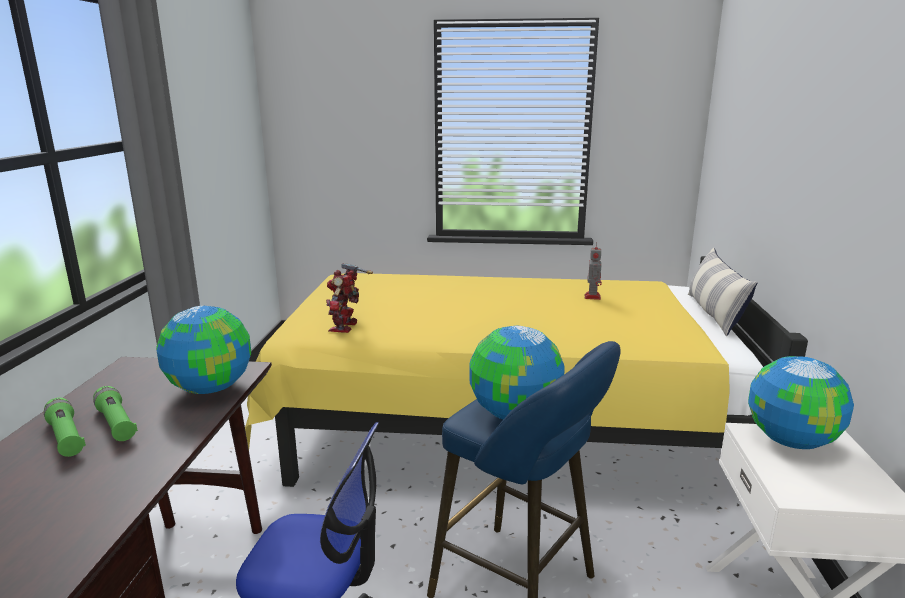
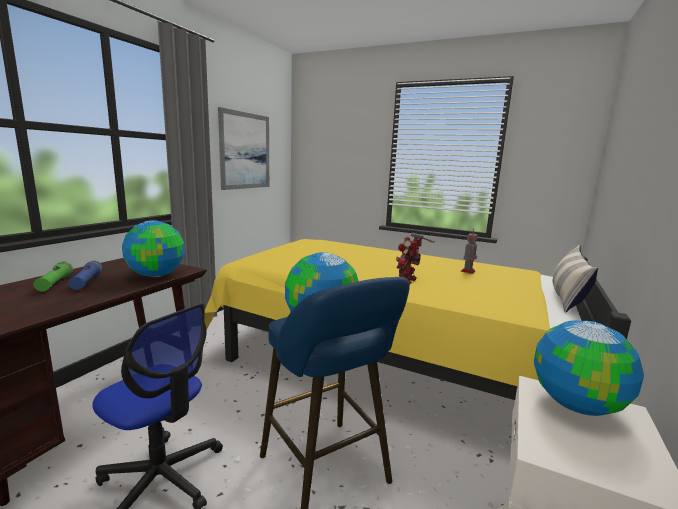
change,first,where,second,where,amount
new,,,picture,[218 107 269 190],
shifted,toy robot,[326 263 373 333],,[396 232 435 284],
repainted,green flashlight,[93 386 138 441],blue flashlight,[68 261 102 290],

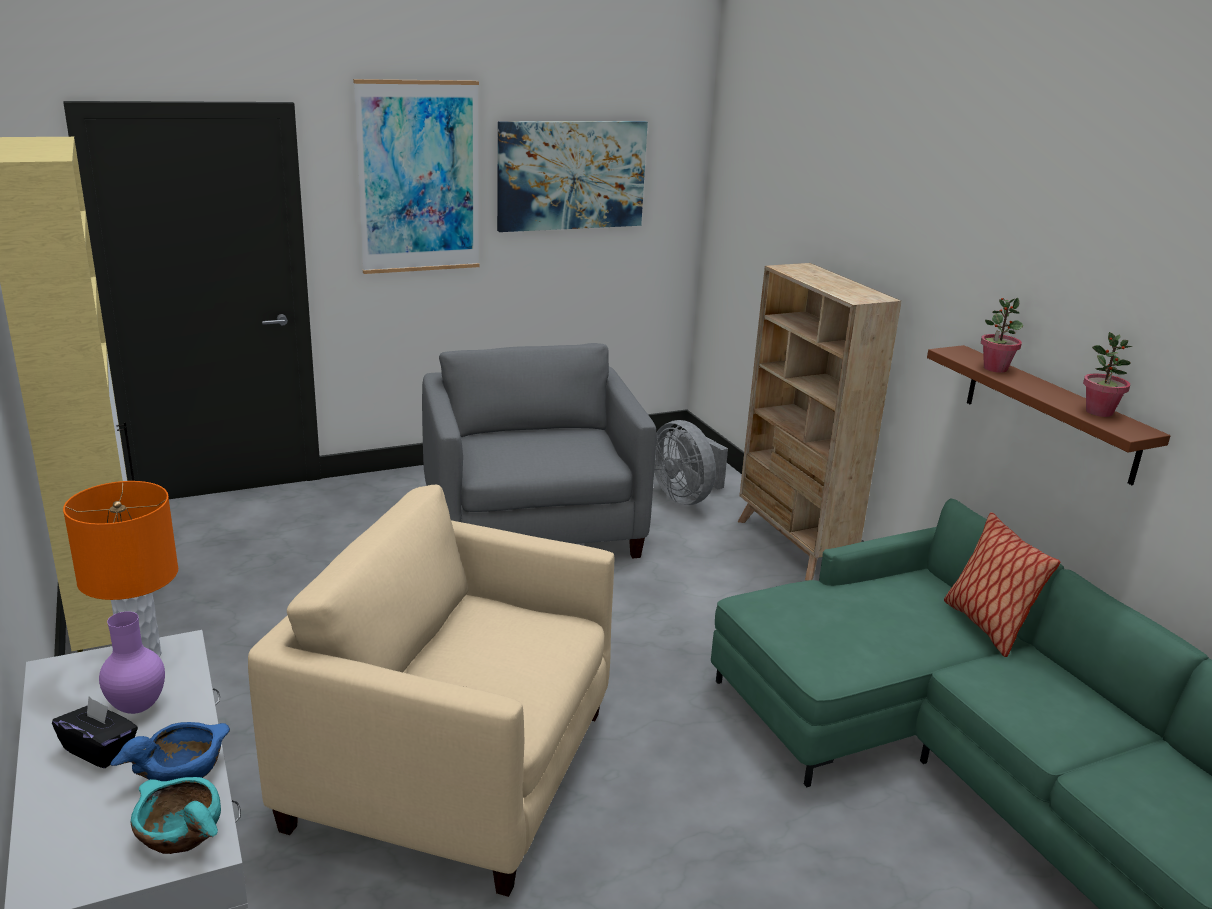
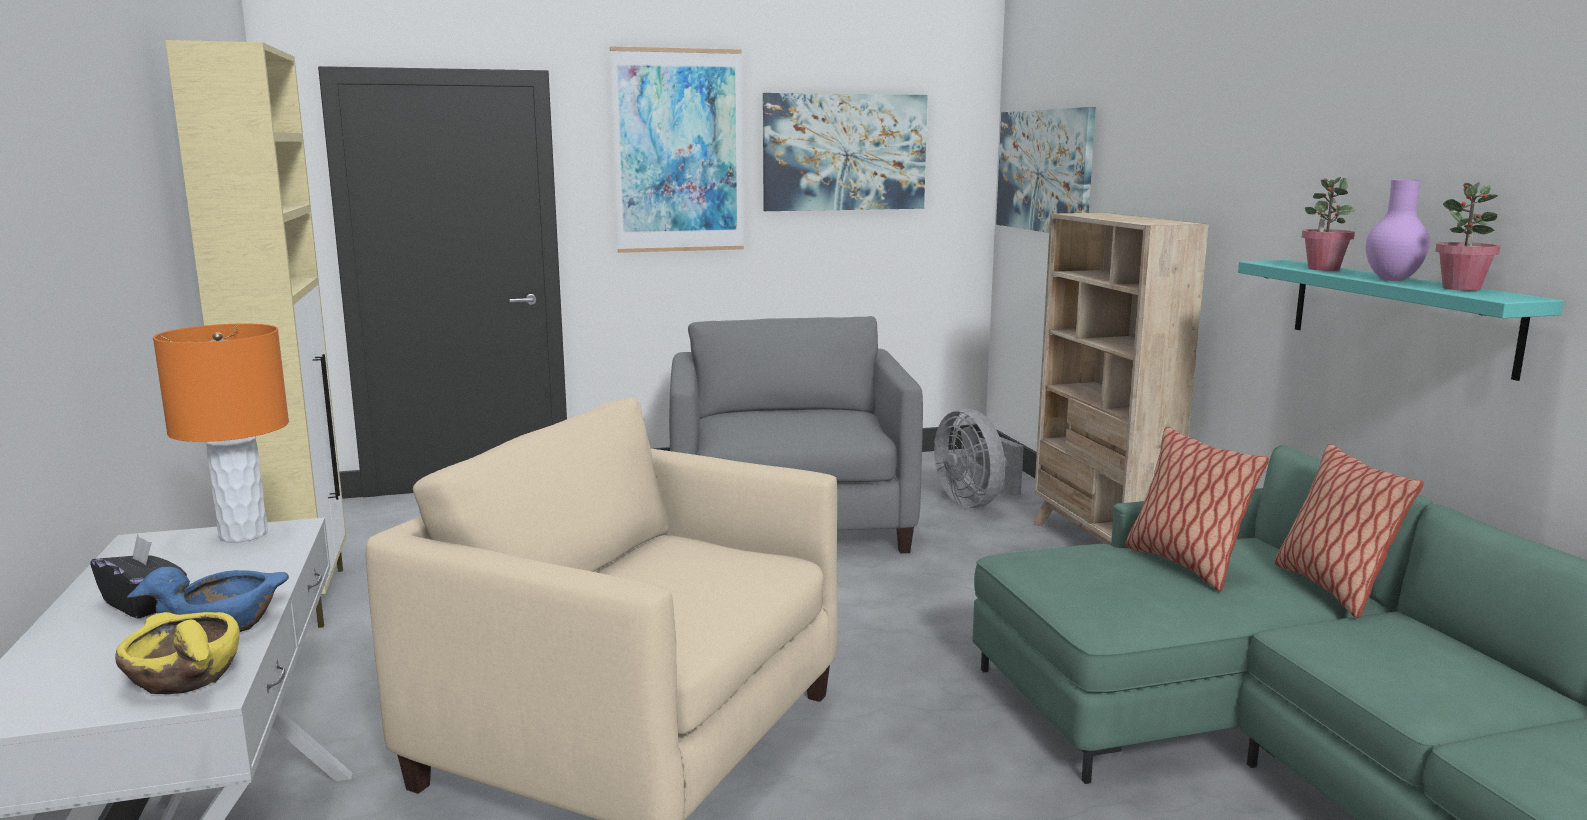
change,first,where,second,where,amount
new,,,picture,[996 107 1096 233],
new,,,pillow,[1125 426 1269 591],
shifted,purple vase,[99 611 165 714],,[1366 180 1430 281],
repainted,turquoise bowl,[131 777 221 854],yellow bowl,[115 612 240 694],
repainted,brown shelf,[927 345 1171 485],turquoise shelf,[1238 260 1564 381],

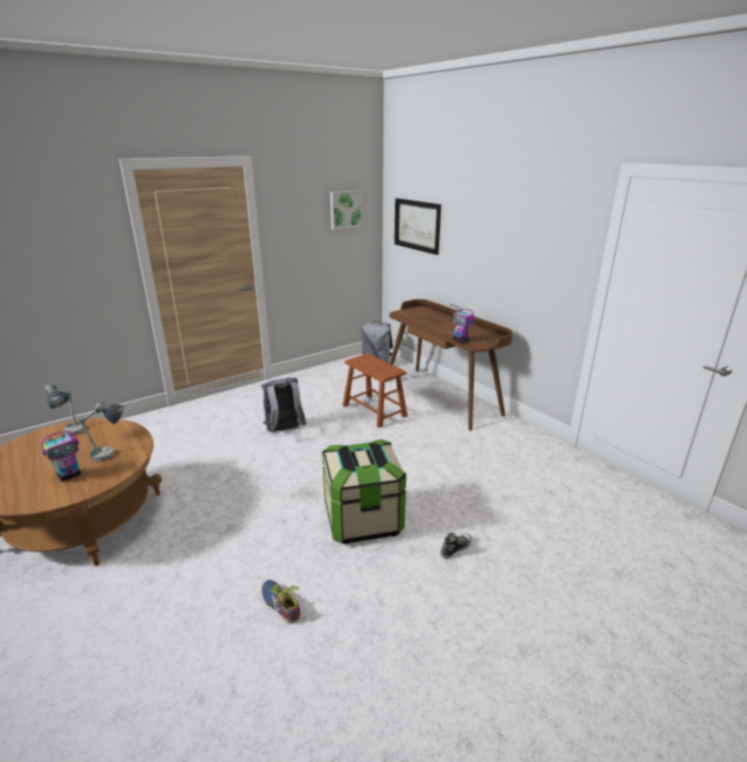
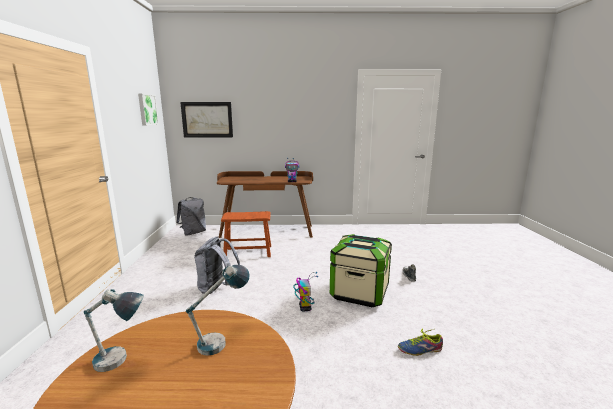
change,first,where,second,where,amount
shifted,toy robot,[41 431 81 482],,[293 272 318 312],

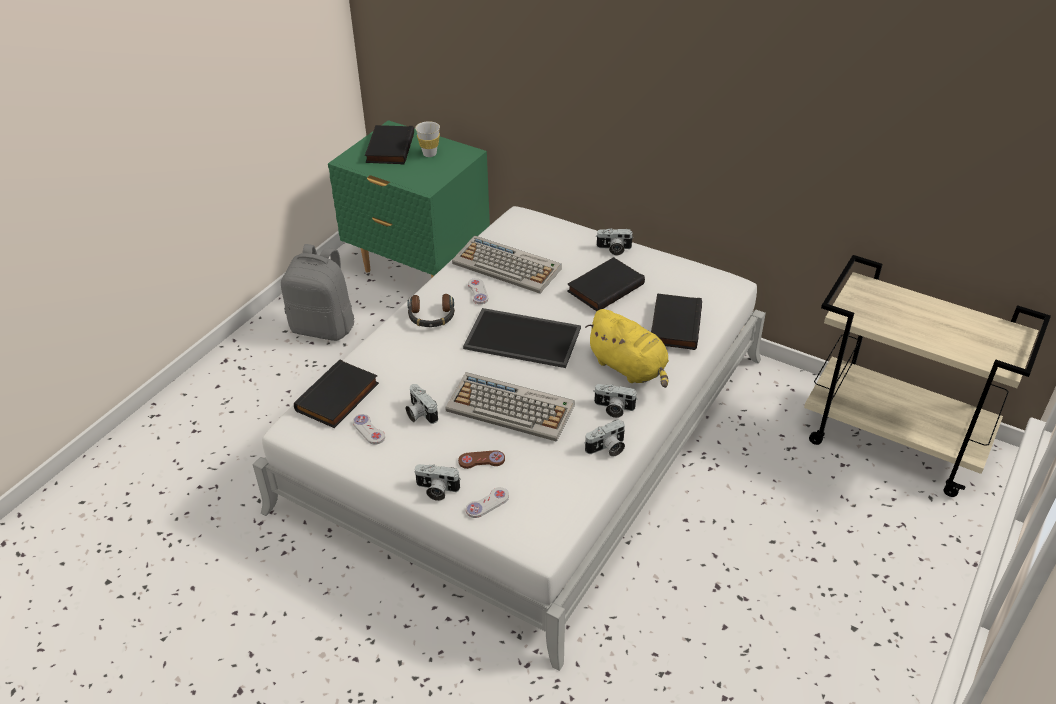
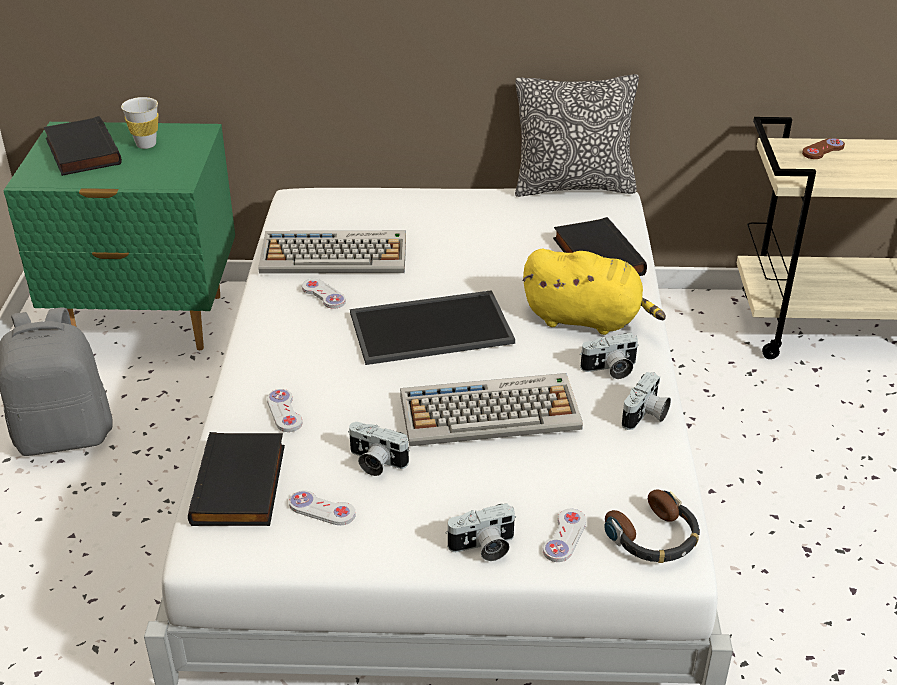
change,first,where,second,where,amount
gone,black book,[567 257 645 311],,,
gone,photo camera,[596 228 634 256],,,
new,,,white game controller,[267 389 302 432],
new,,,pillow,[515 74 639 197],
shifted,headphones,[407 294 455 327],,[604 490 700 563],
shifted,brown game controller,[458 450 505 469],,[802 138 845 159],

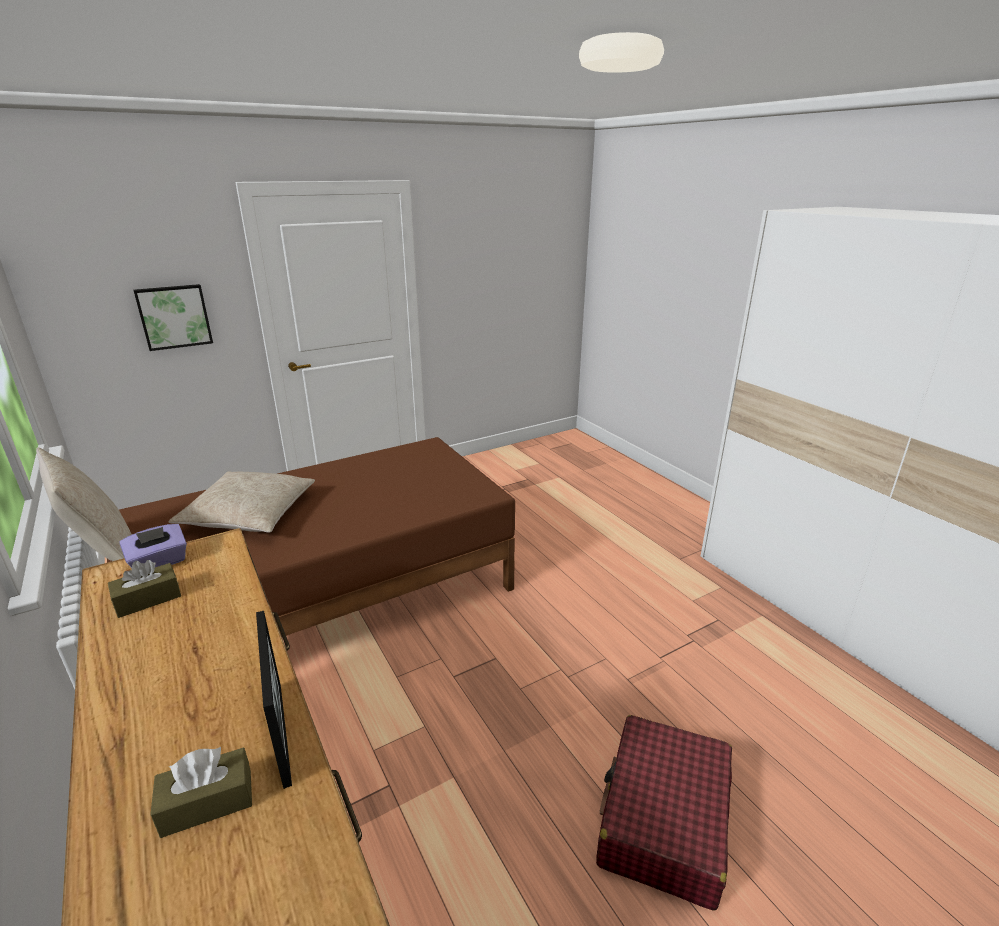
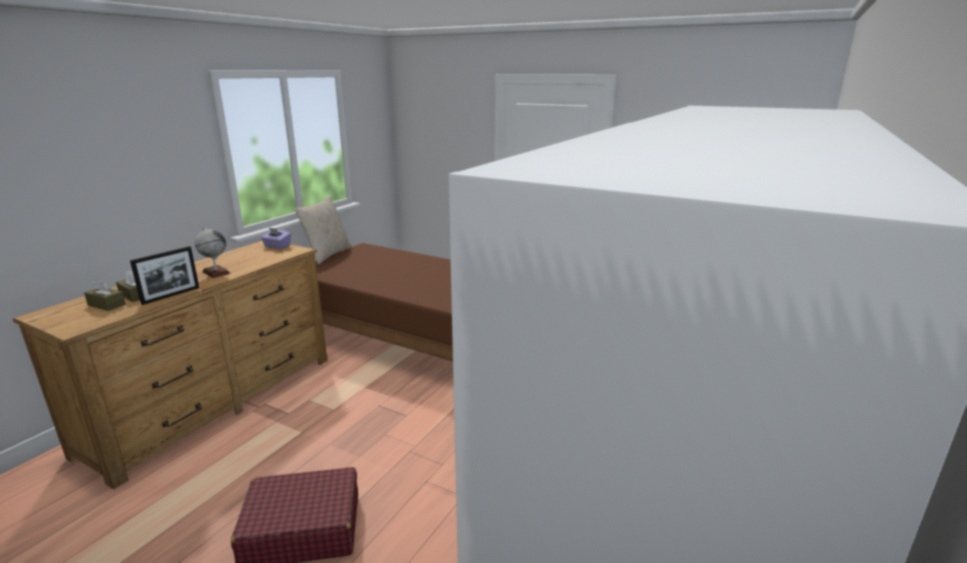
change,first,where,second,where,amount
gone,picture,[133 284 213 351],,,
gone,beige pillow,[168 471 315 533],,,
new,,,globe,[195 227 231 278],
shifted,brown tissue box,[108 560 181 618],,[84 279 126 311],

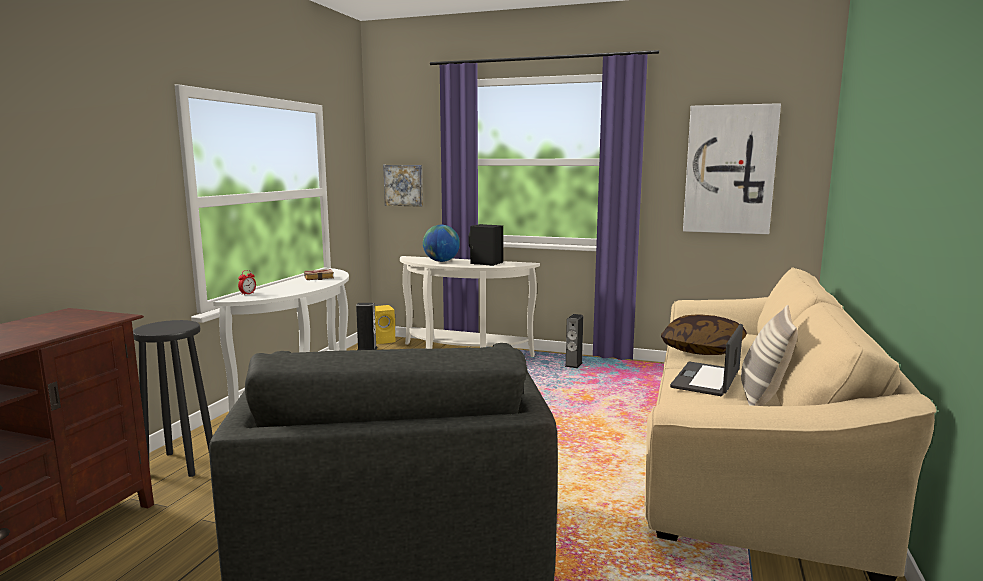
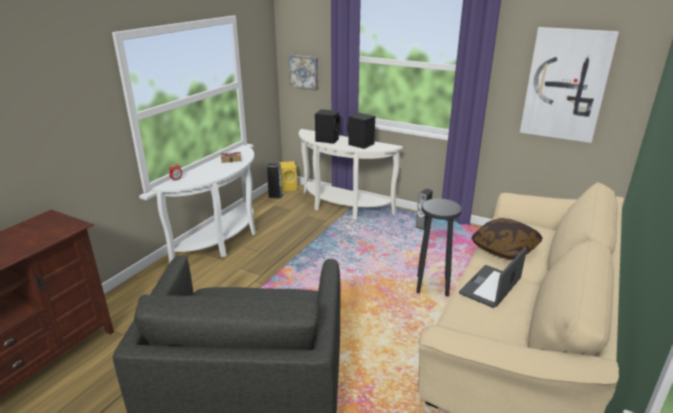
change,first,where,second,where,amount
gone,pillow,[741 305 798 406],,,
shifted,black stool,[133 320 213 477],,[416 198 462 296],
swapped,globe,[423 225 460 262],black speaker,[315 109 340 144],

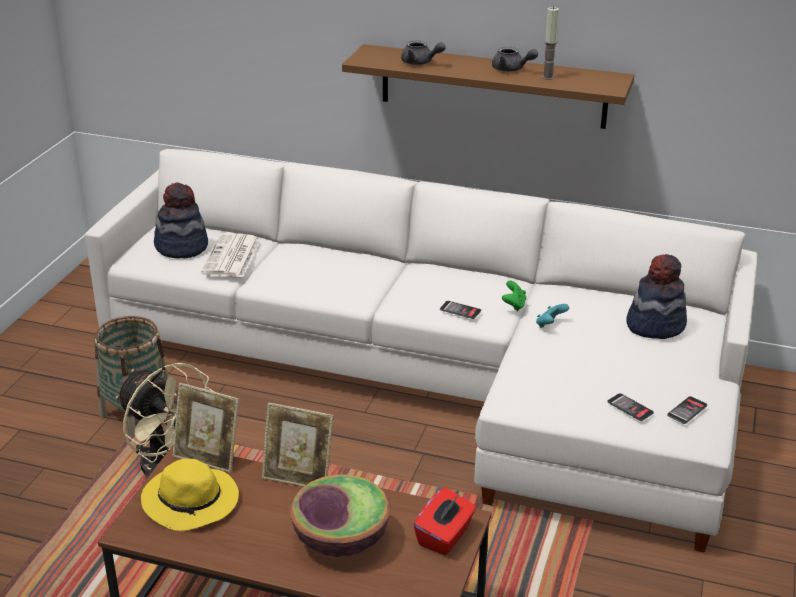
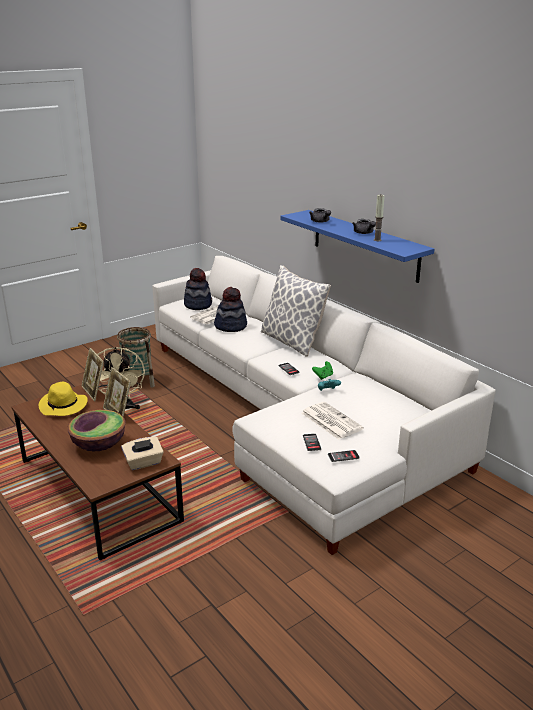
change,first,where,second,where,amount
new,,,pillow,[261 265 331 357],
new,,,newspaper,[301 402 364 440],
shifted,hat,[627 254 687 339],,[214 287 247 332],
repainted,brown shelf,[342 44 634 129],blue shelf,[280 210 434 283],
repainted,red tissue box,[414 487 476 555],beige tissue box,[121 437 164 470],

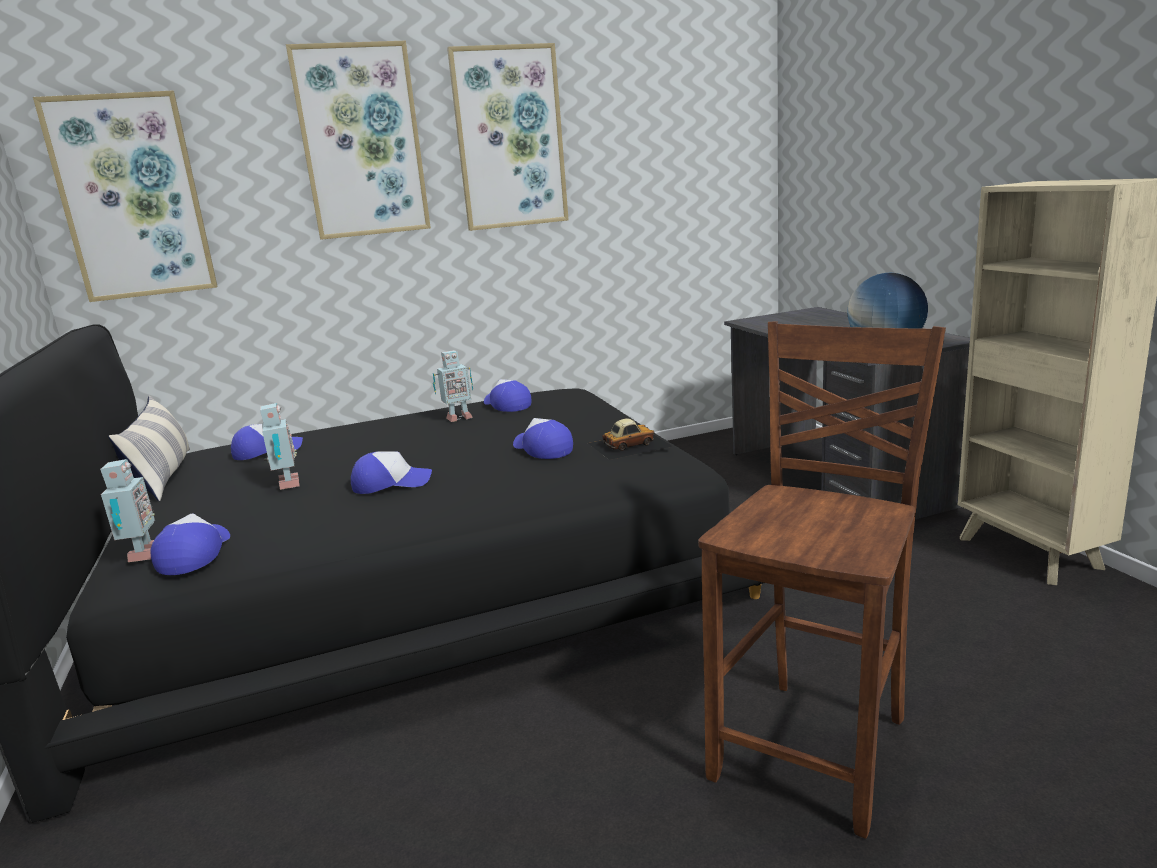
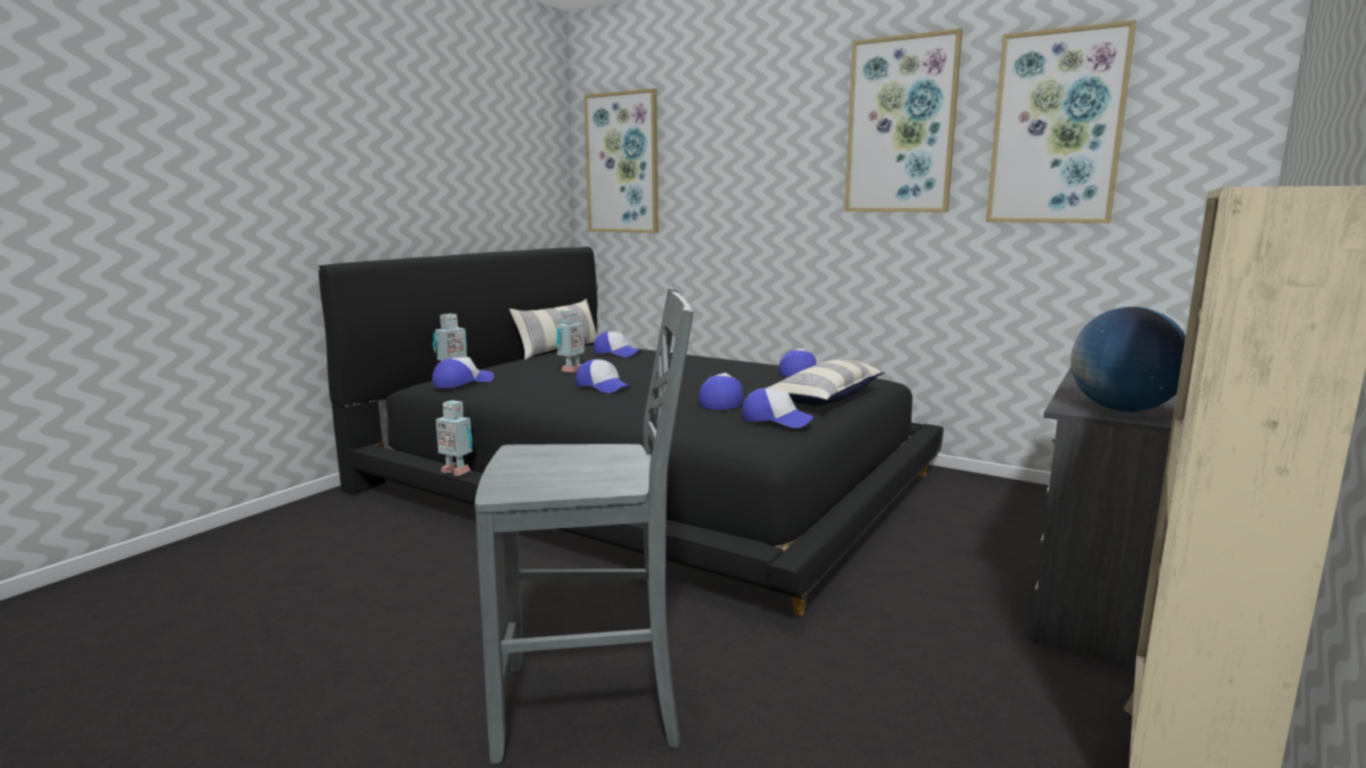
change,first,where,second,where,amount
new,,,pillow,[767 359 885 406],
shifted,picture,[286 41 431 240],,[986 20 1136 223],
shifted,toy robot,[433 350 473 422],,[436 400 473 476],
swapped,toy car,[588 418 673 460],cap,[741 388 815 428],
repainted,brown chair,[698 321 946 839],grey chair,[475 289 694 764],

